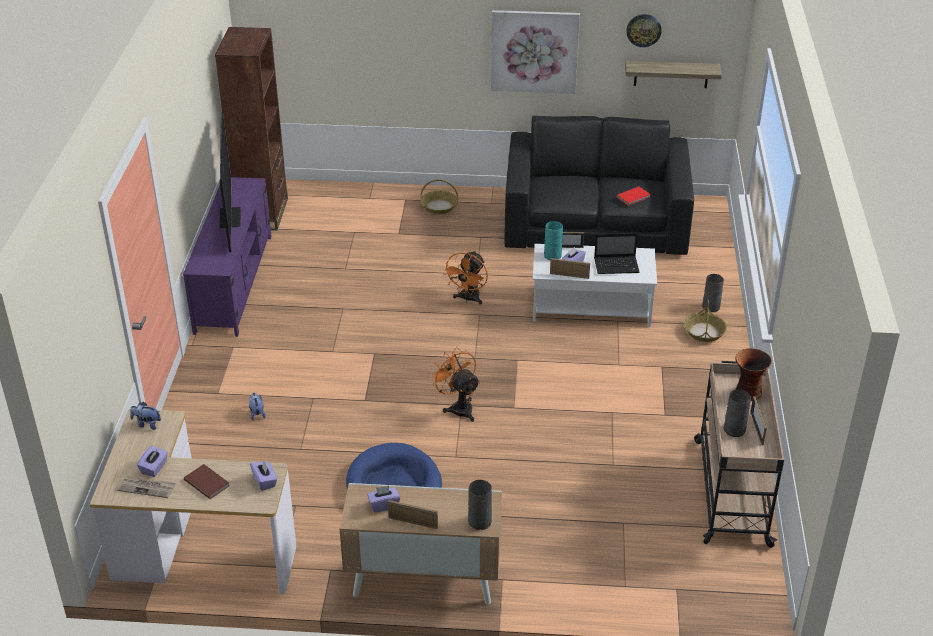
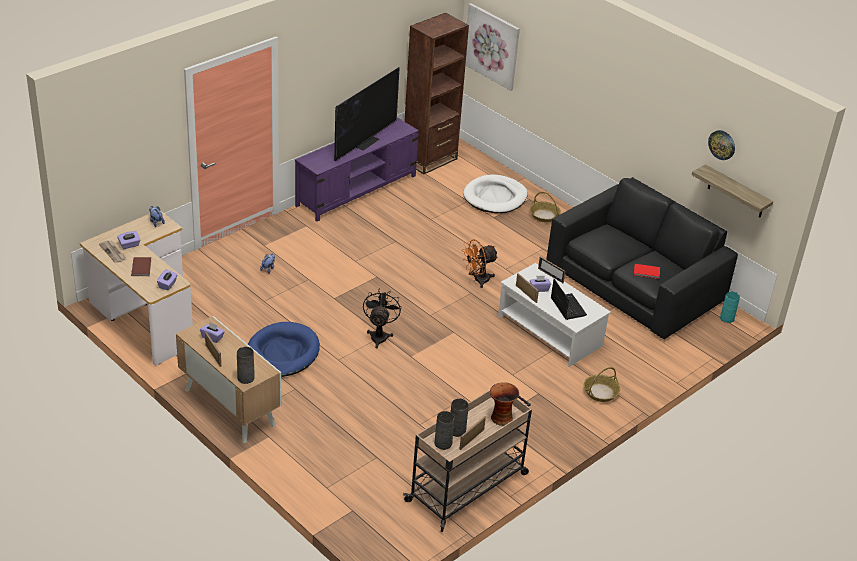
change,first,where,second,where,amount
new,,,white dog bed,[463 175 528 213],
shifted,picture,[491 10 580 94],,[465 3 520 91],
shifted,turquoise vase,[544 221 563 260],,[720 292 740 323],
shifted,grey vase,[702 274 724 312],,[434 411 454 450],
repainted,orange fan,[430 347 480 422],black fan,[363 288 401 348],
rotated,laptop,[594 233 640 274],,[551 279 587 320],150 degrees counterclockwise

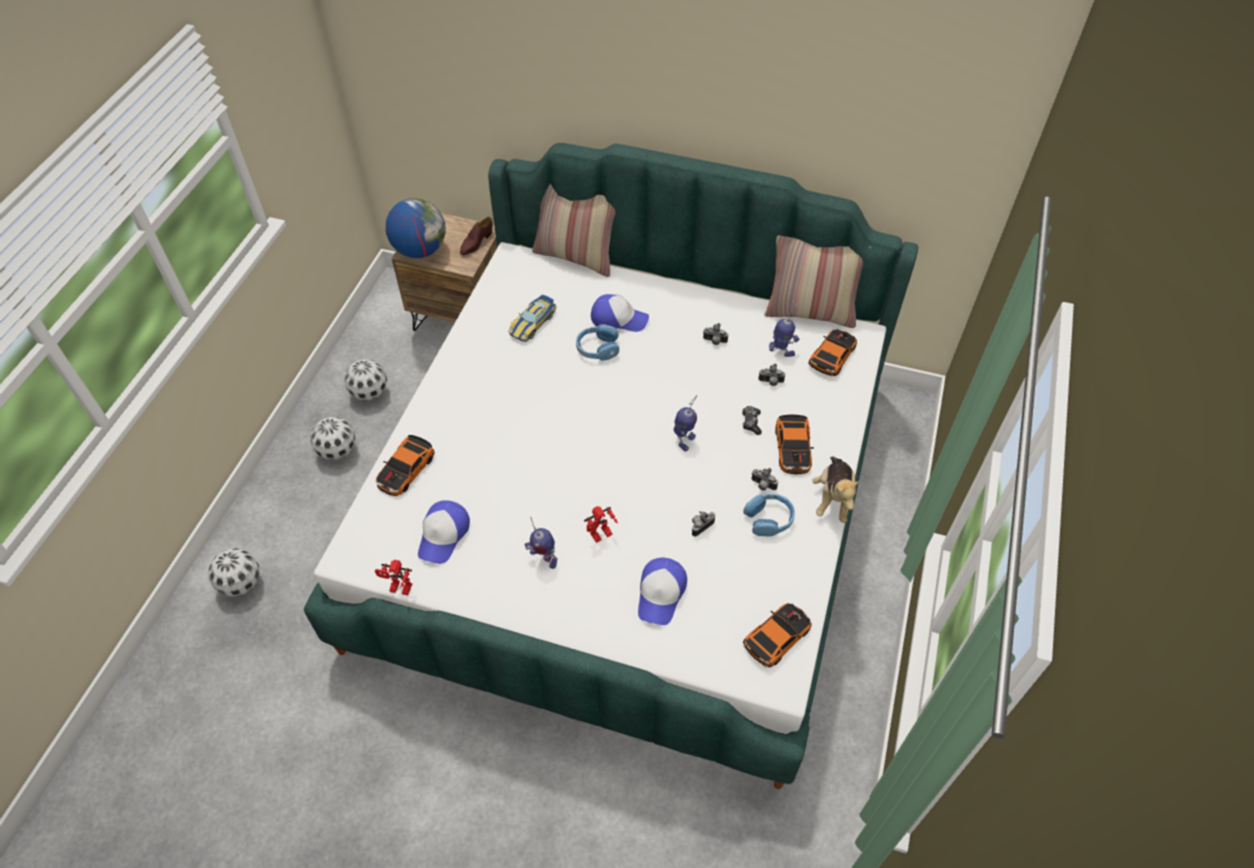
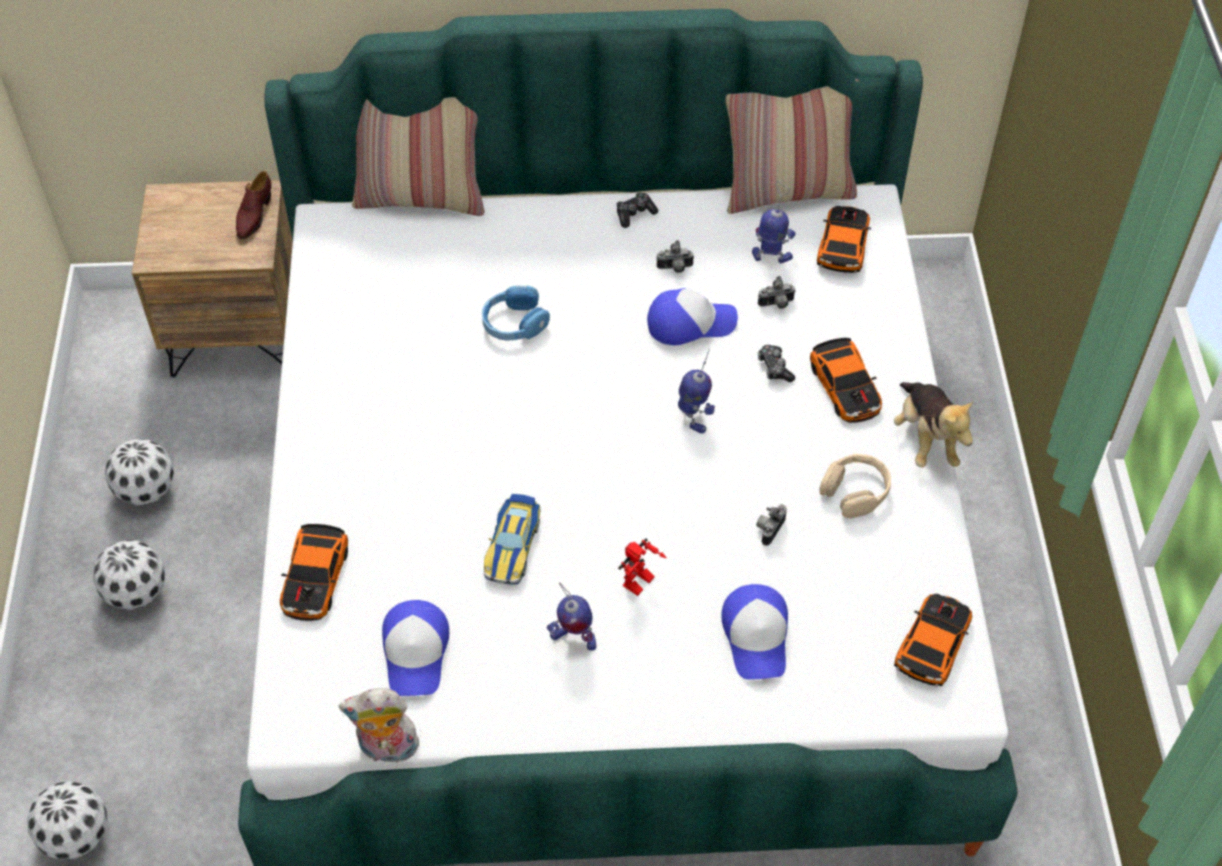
change,first,where,second,where,amount
gone,globe,[386 198 446 258],,,
gone,photo camera,[751 468 778 491],,,
new,,,game controller,[617 192 658 228],
shifted,toy car,[508 295 556 342],,[484 494 541 585],
shifted,cap,[591 294 649 332],,[647 288 738 345],
swapped,toy robot,[375 560 412 595],plush toy,[339 688 421 767],
repainted,blue headphones,[743 494 795 537],beige headphones,[819 454 891 518],

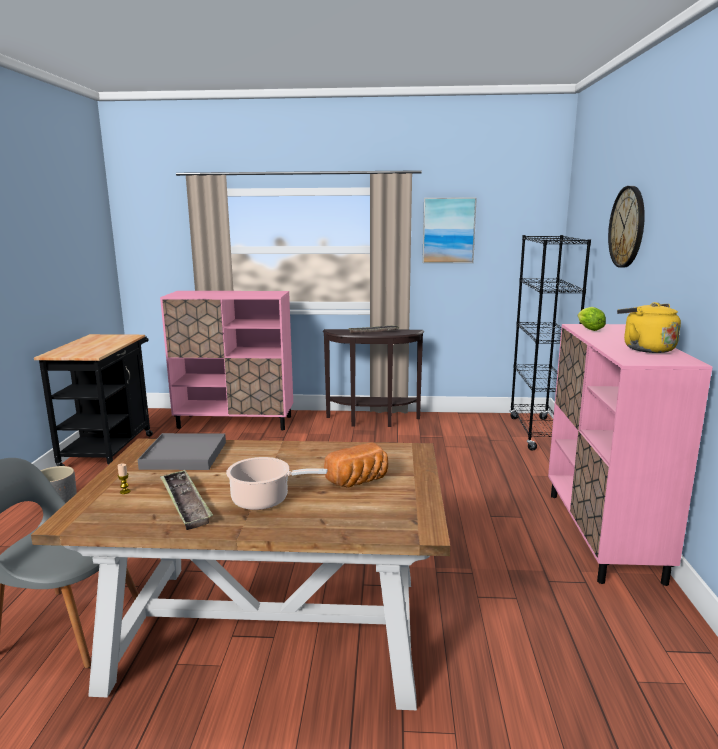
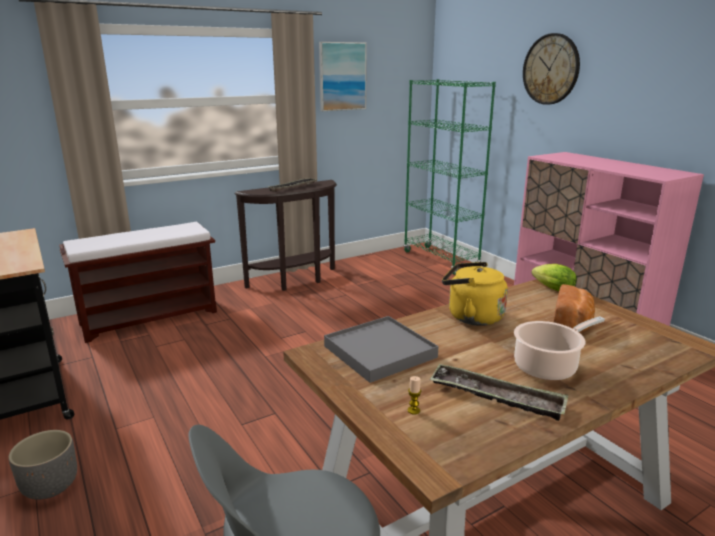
change,first,where,second,where,amount
shifted,lettuce,[578 307 606 331],,[532 264 576 291],
shifted,yellow kettle,[617 302 681 353],,[442 262 508 326],
swapped,pink cabinet,[160 291 293 430],brown bench,[59 222 217 343],
repainted,black bookcase,[510 235 591 451],green bookcase,[404 79 496 275],

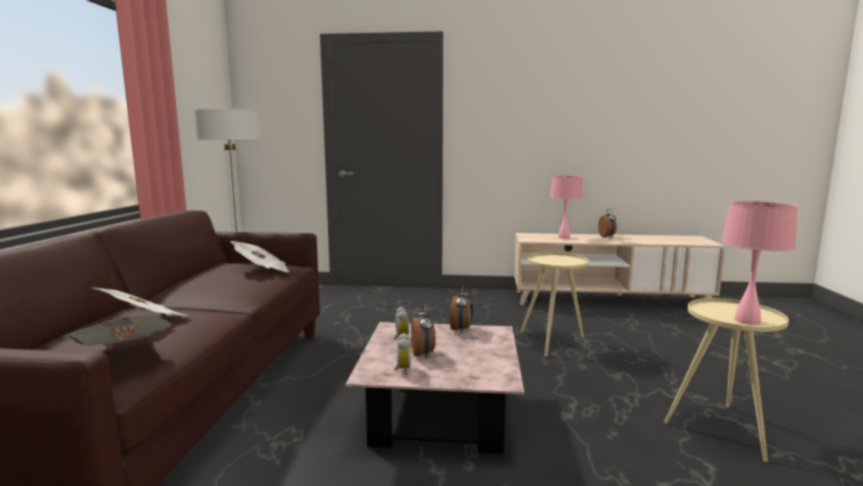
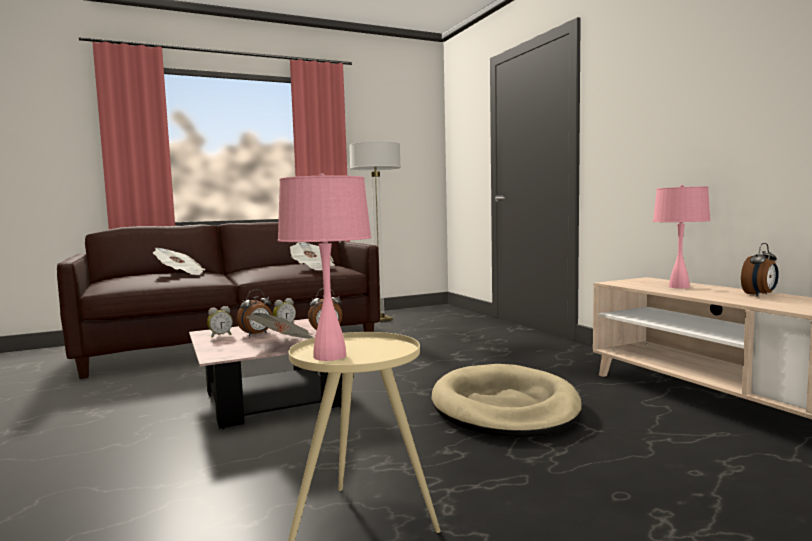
change,first,where,second,where,amount
shifted,newspaper,[62 316 173 346],,[246 313 314 339],
swapped,beige side table,[520 252 589 357],beige dog bed,[432 364 582 437],

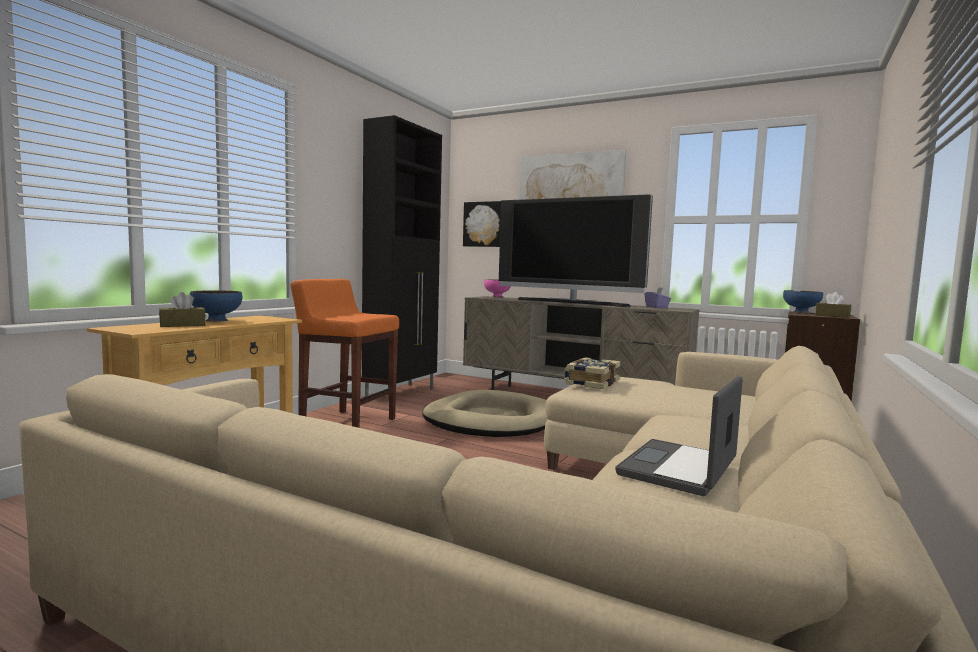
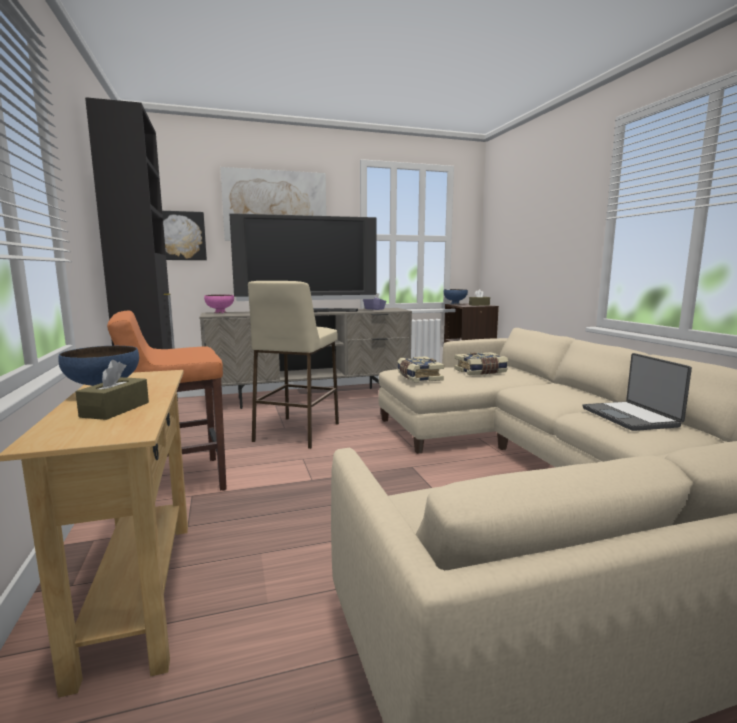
change,first,where,second,where,amount
new,,,book,[454 352 508 375],
swapped,beige dog bed,[422 390 549 437],beige stool,[248 281 339 449],

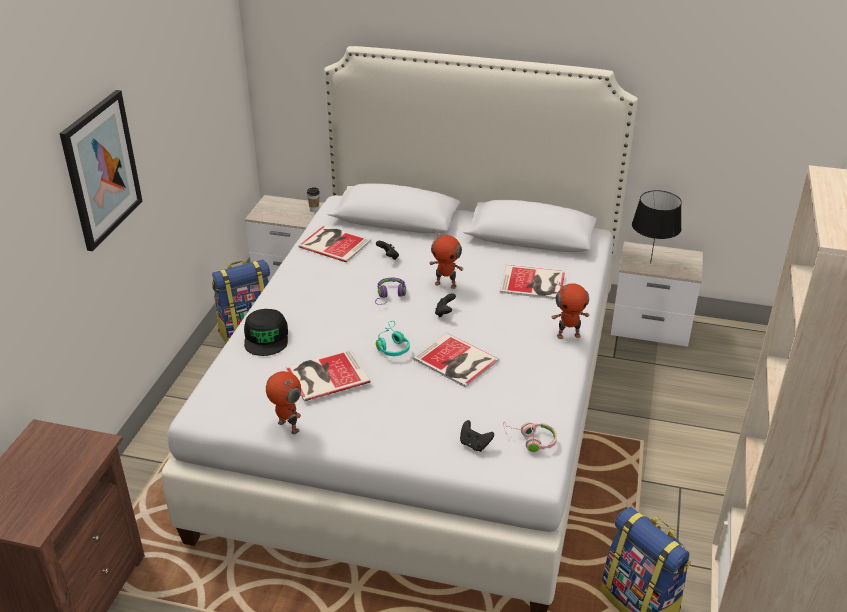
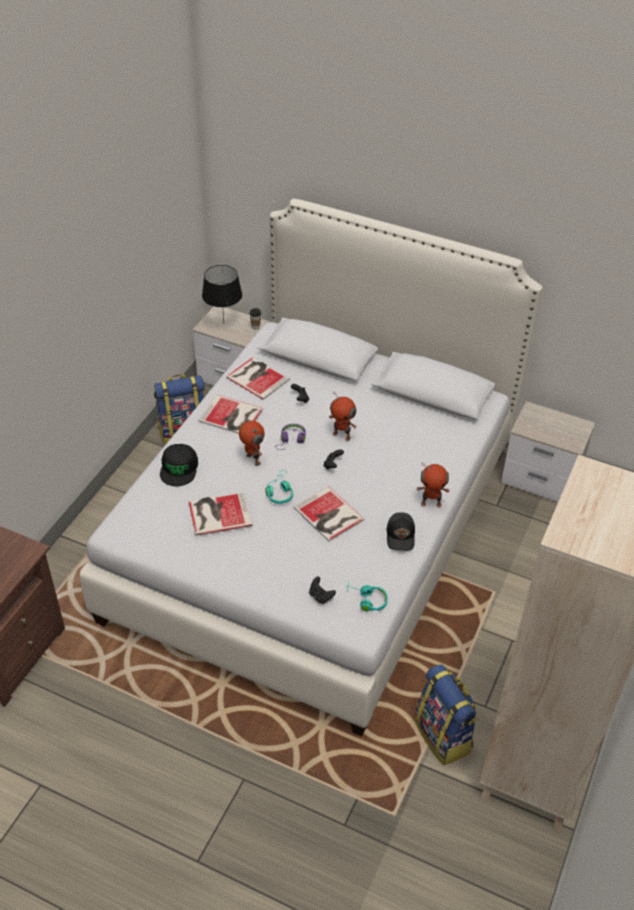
change,first,where,second,where,amount
gone,picture,[59 90 143 251],,,
new,,,black cap,[387 512 415 551],
shifted,toy robot,[266 371 301 434],,[239 421 265 466],
shifted,book,[500 265 565 299],,[198 395 263 434],
shifted,black table lamp,[632 190 682 264],,[202 265 242 321],
repainted,pink headphones,[503 421 557 452],turquoise headphones,[347 585 388 612],

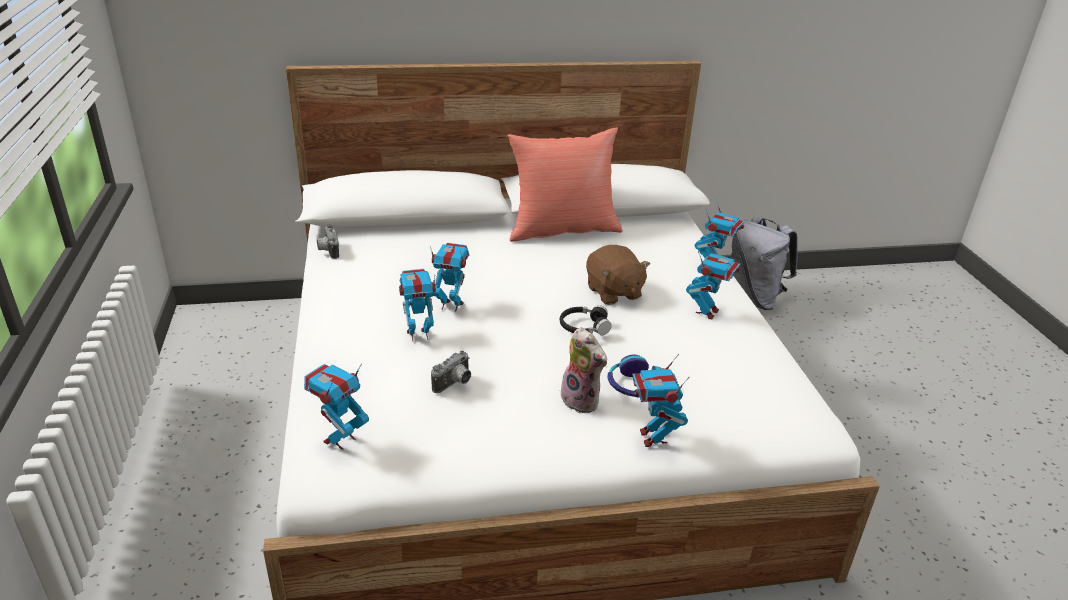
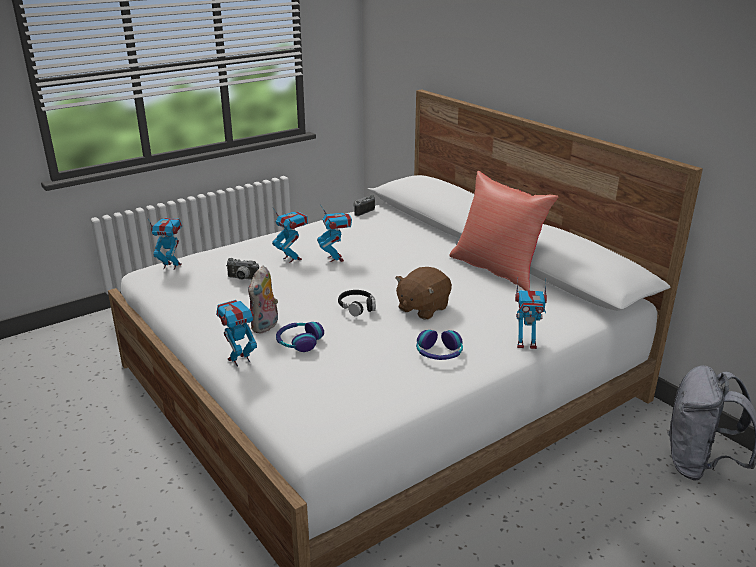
change,first,where,second,where,amount
swapped,toy robot,[686 239 741 319],headphones,[416 330 463 360],

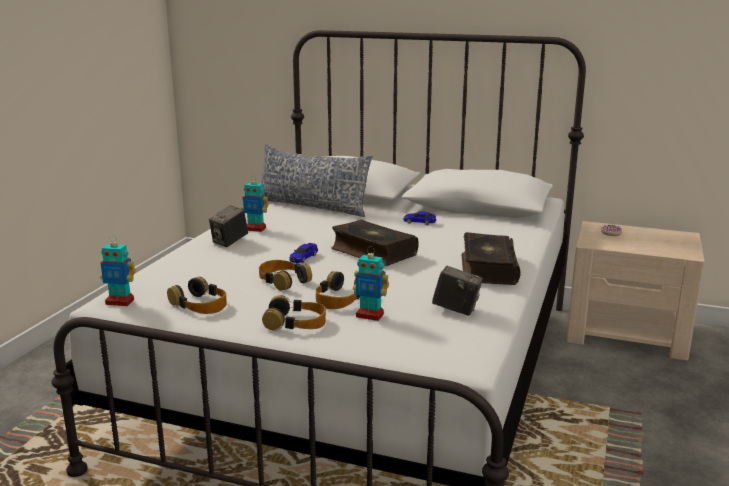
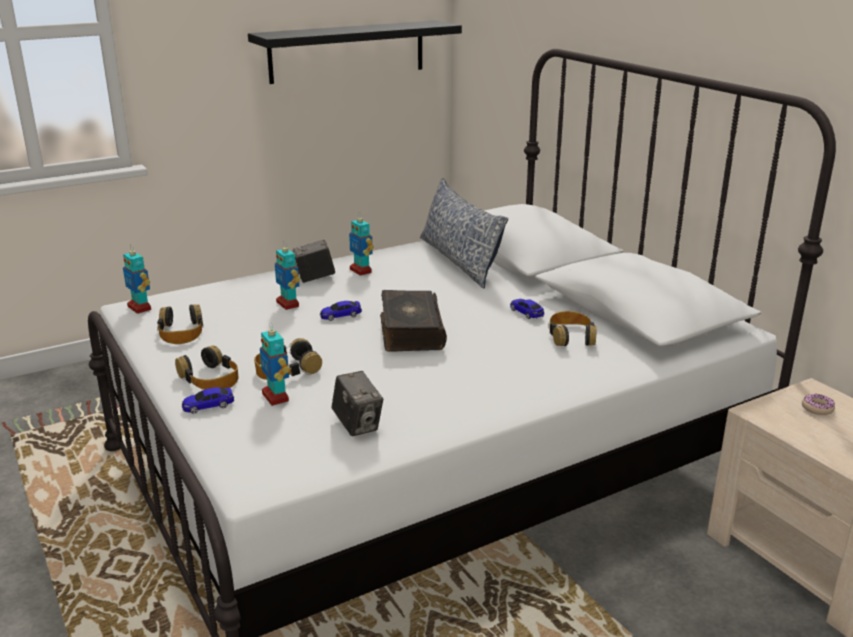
change,first,where,second,where,amount
gone,book,[461 232 521 285],,,
new,,,toy car,[181 387 234 414],
new,,,black shelf,[248 21 462 84],
new,,,toy robot,[275 241 300 310],
shifted,headphones,[259 260 312 291],,[548 311 596 346],

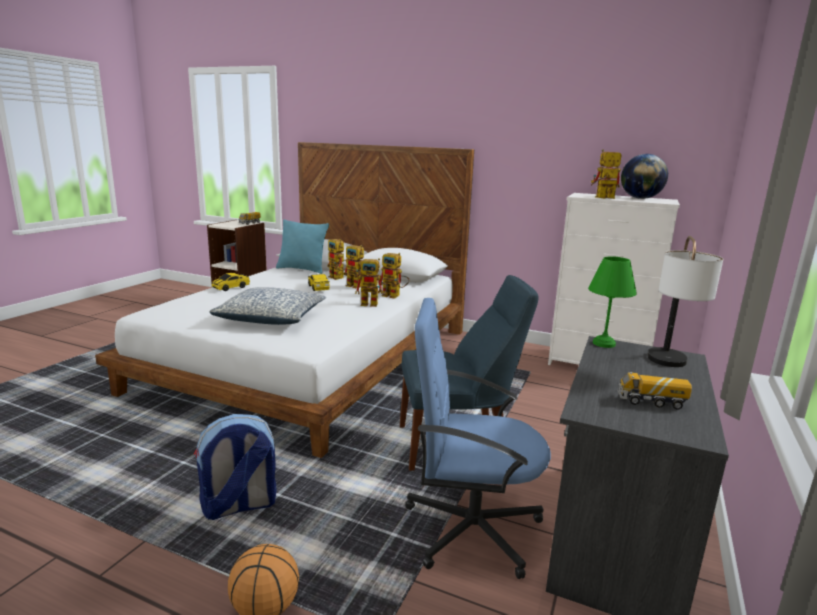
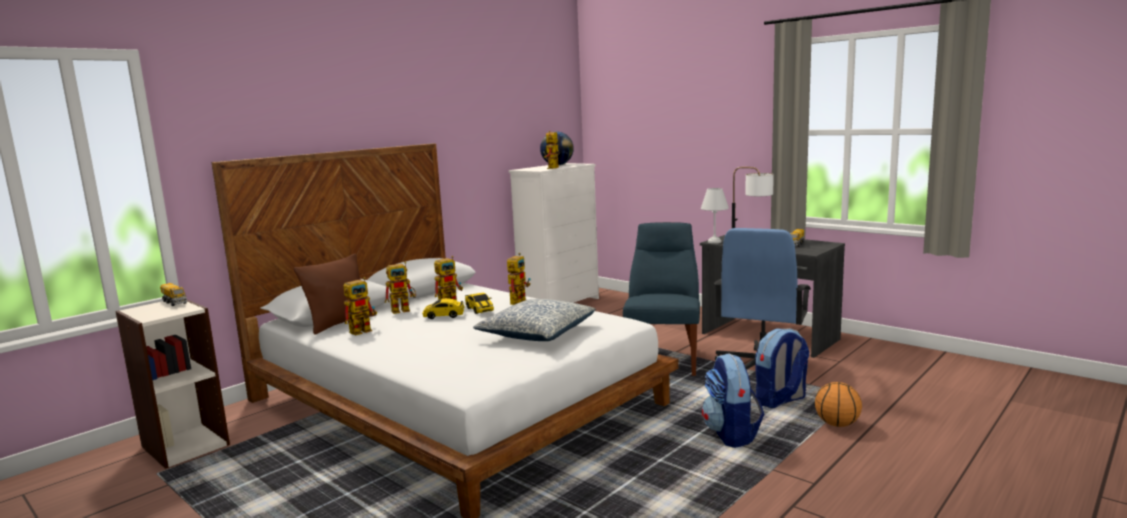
change,first,where,second,where,amount
new,,,backpack,[755 328 809 408],
shifted,toy car,[211 273 250 291],,[465 293 494 314],
shifted,toy robot,[378 253 410 299],,[343 277 377 335],
repainted,turquoise pillow,[276 219 329 274],brown pillow,[294 254 375 335],
repainted,green table lamp,[588 256 637 348],white table lamp,[701 188 729 243],

